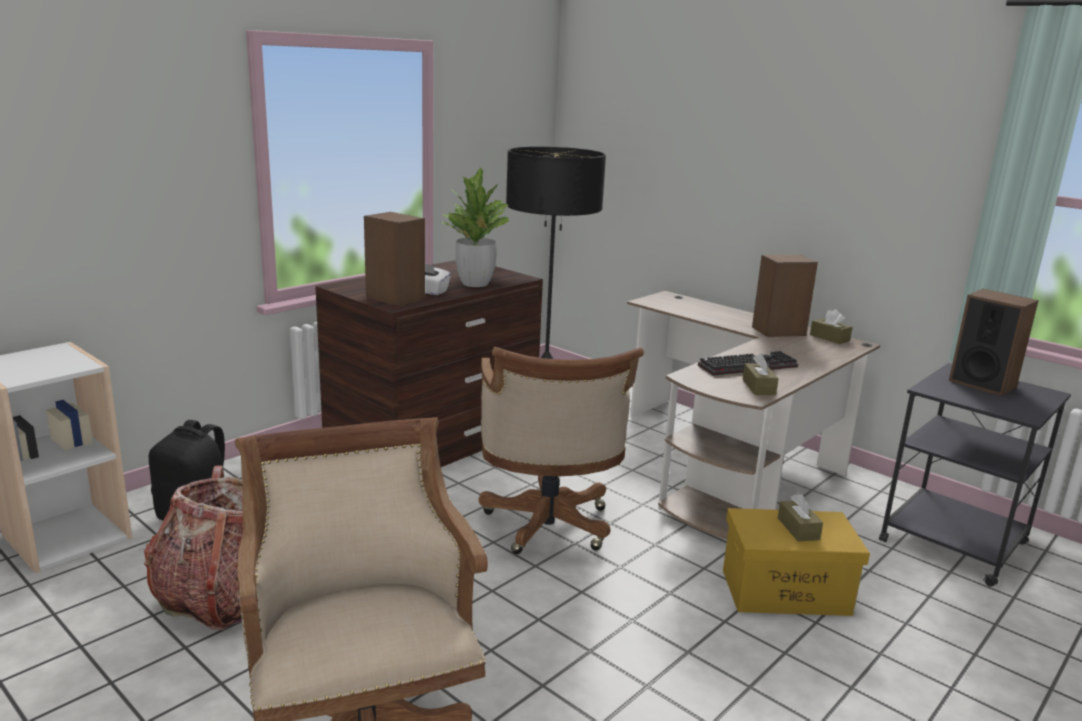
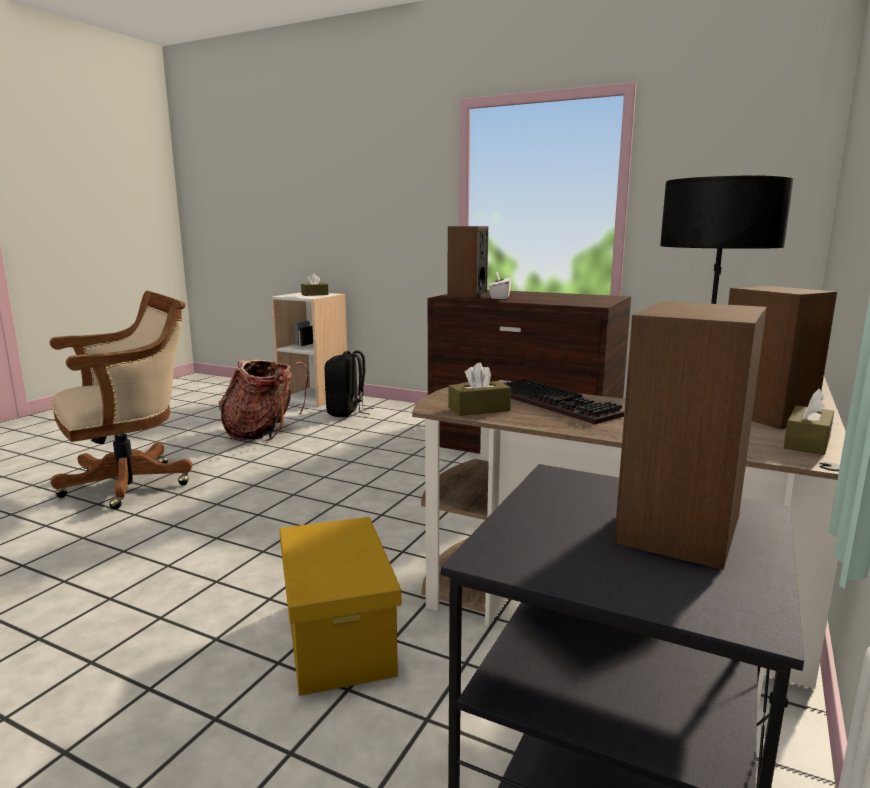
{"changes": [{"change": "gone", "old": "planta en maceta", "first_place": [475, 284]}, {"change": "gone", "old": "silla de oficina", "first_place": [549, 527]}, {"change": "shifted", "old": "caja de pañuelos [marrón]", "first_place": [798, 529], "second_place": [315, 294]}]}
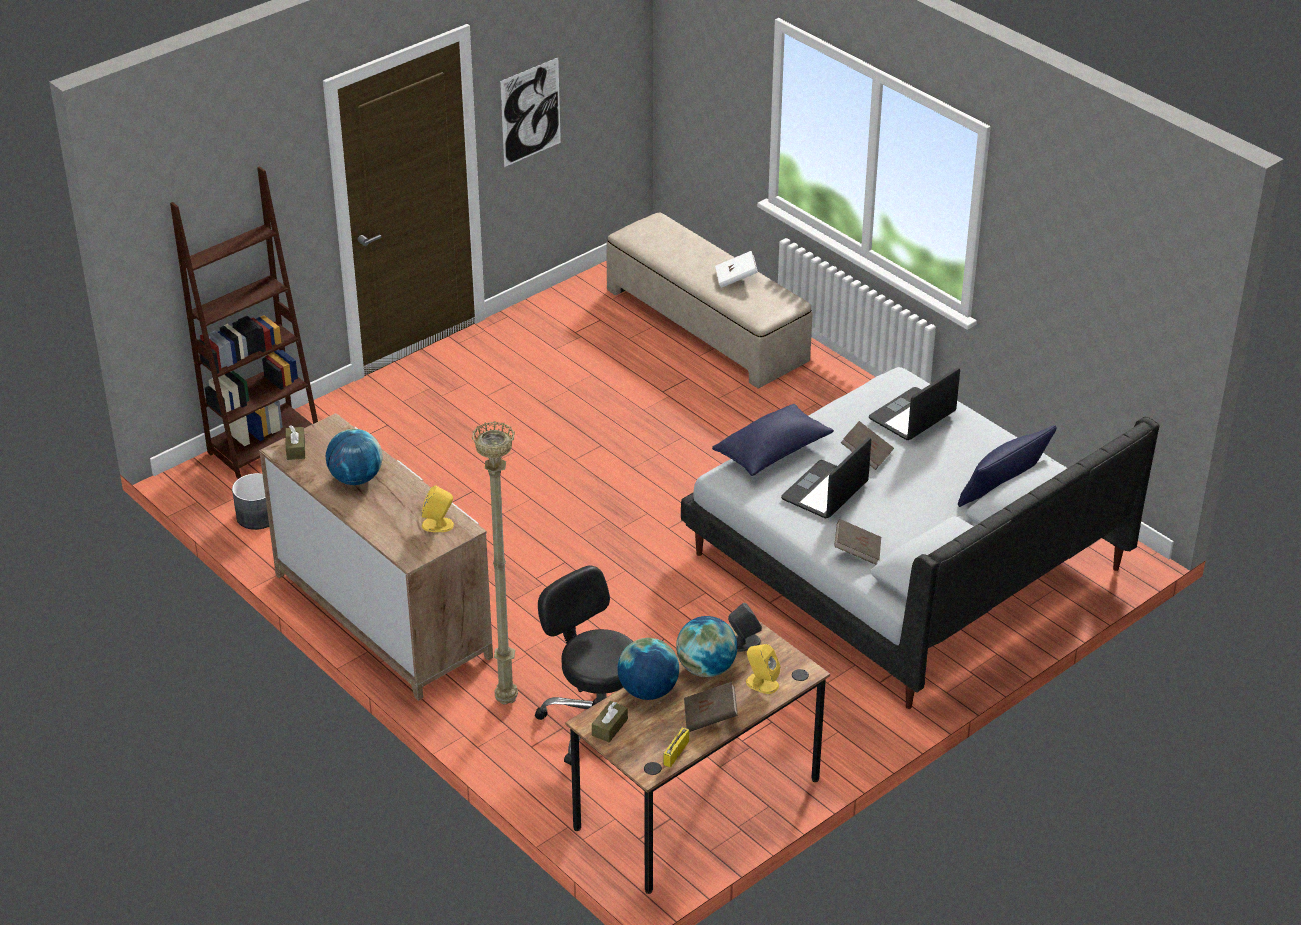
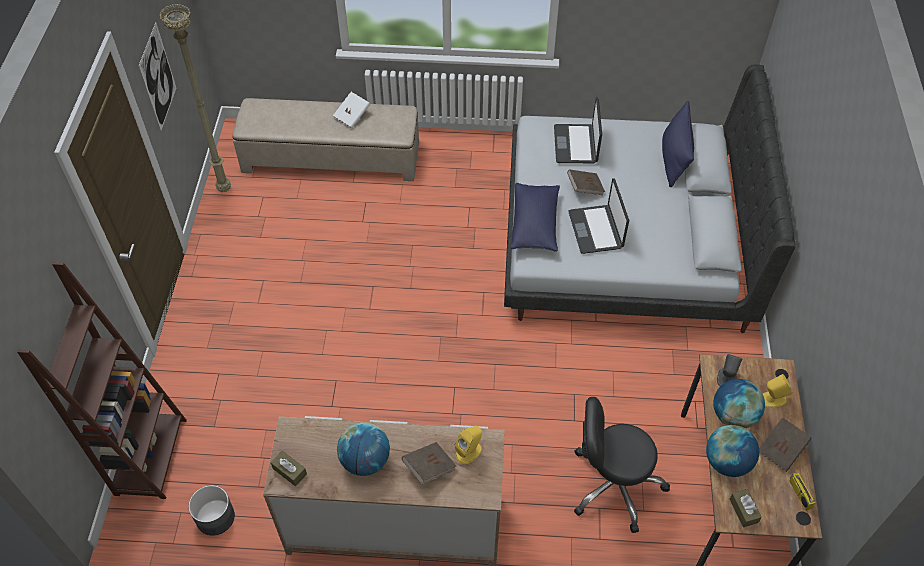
{"changes": [{"change": "shifted", "old": "lámpara de pie [beis]", "first_place": [508, 701], "second_place": [225, 189]}, {"change": "shifted", "old": "libro [marrón]", "first_place": [857, 551], "second_place": [429, 468]}]}
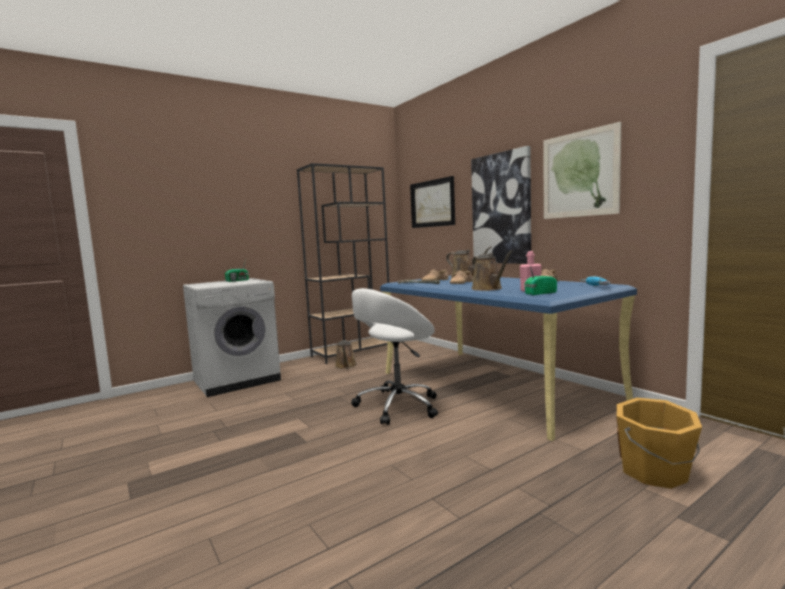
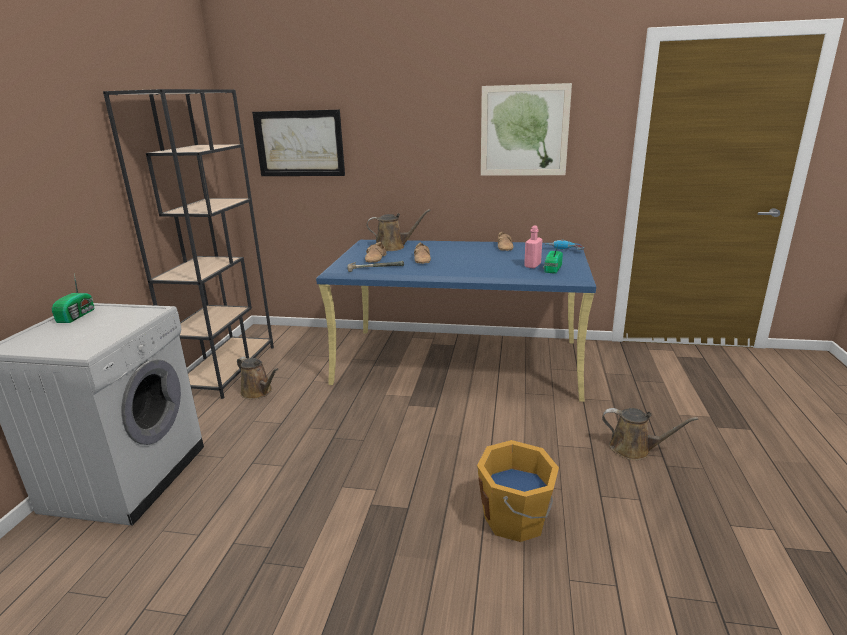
{"changes": [{"change": "gone", "old": "silla de oficina [blanco]", "first_place": [396, 407]}, {"change": "gone", "old": "cuadro", "first_place": [501, 208]}, {"change": "shifted", "old": "regadera [marrón]", "first_place": [488, 289], "second_place": [634, 449]}, {"change": "shifted", "old": "cubo [naranja]", "first_place": [655, 472], "second_place": [516, 519]}]}
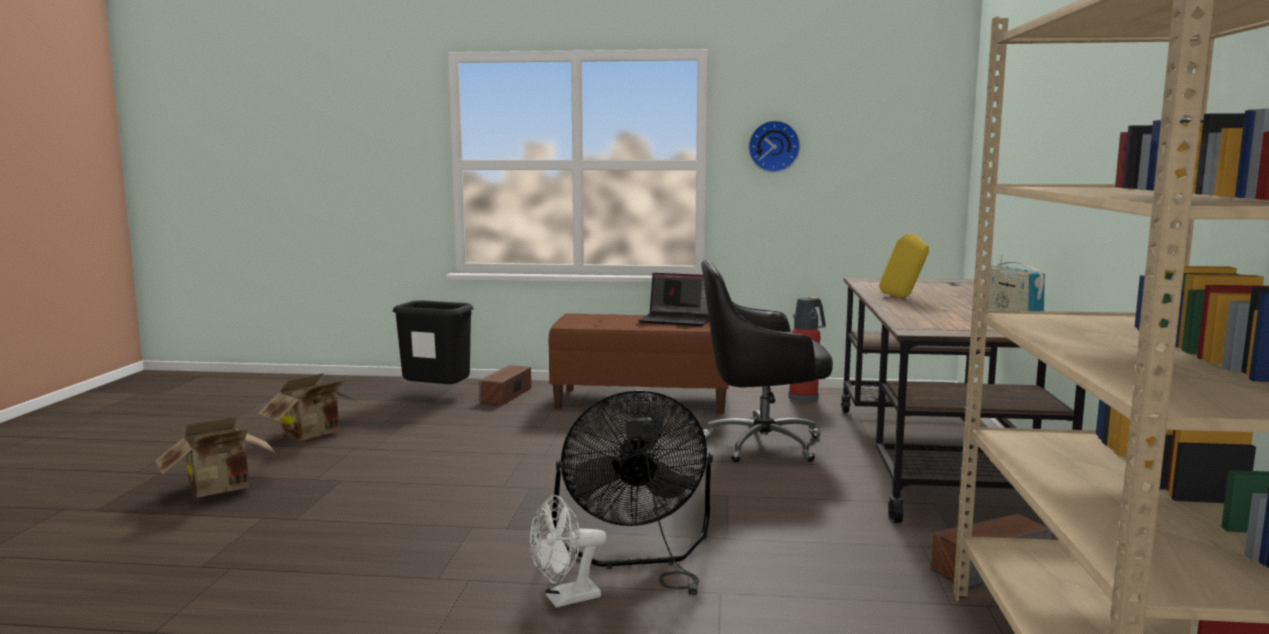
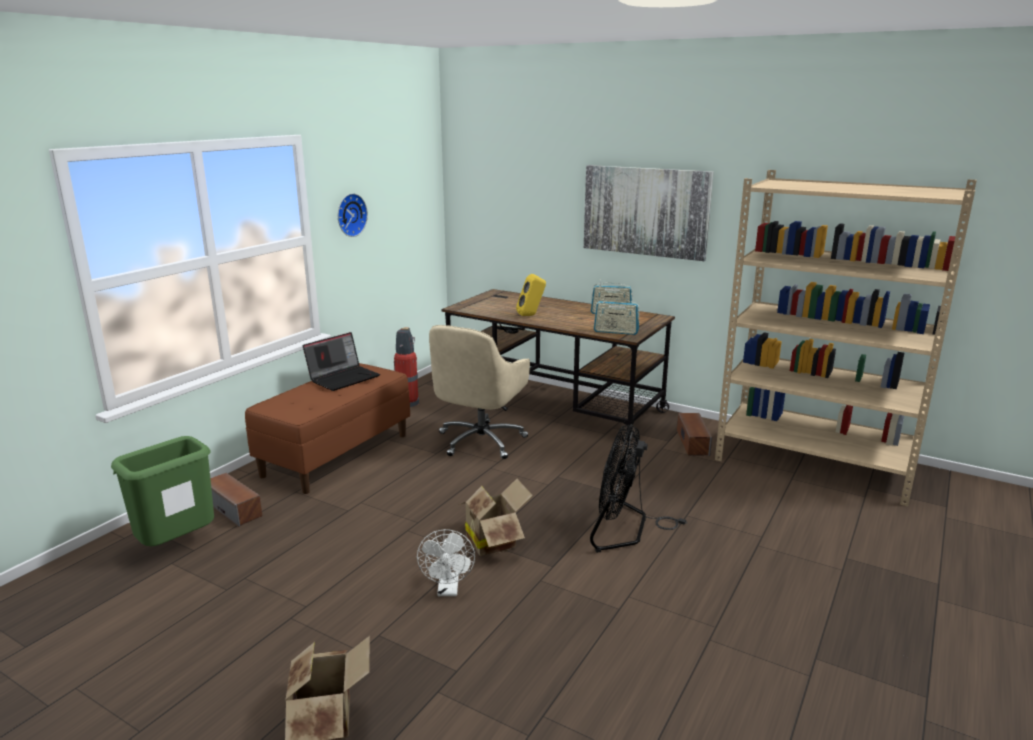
{"changes": [{"change": "shifted", "old": "caja de cartón", "first_place": [314, 434], "second_place": [494, 541]}, {"change": "repainted", "old": "papelera [negro]", "new": "papelera [verde]", "first_place": [437, 396], "second_place": [178, 545]}, {"change": "shifted", "old": "ventilador [blanco]", "first_place": [565, 599], "second_place": [448, 590]}, {"change": "repainted", "old": "silla de oficina [negro]", "new": "silla de oficina [beis]", "first_place": [762, 444], "second_place": [480, 441]}, {"change": "new", "new": "cuadro", "second_place": [645, 211]}, {"change": "new", "new": "radio", "second_place": [616, 332]}]}
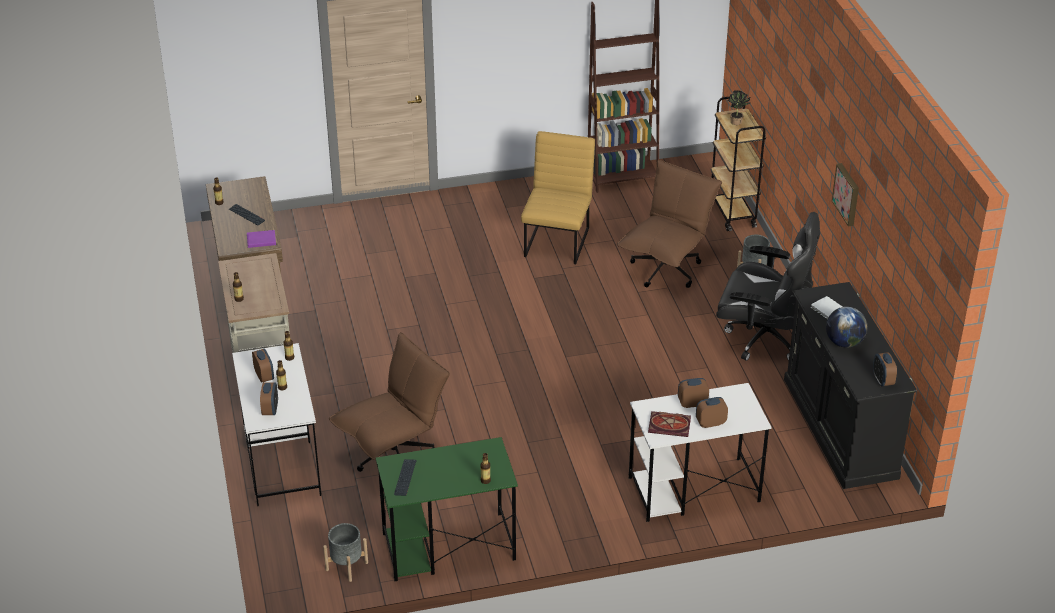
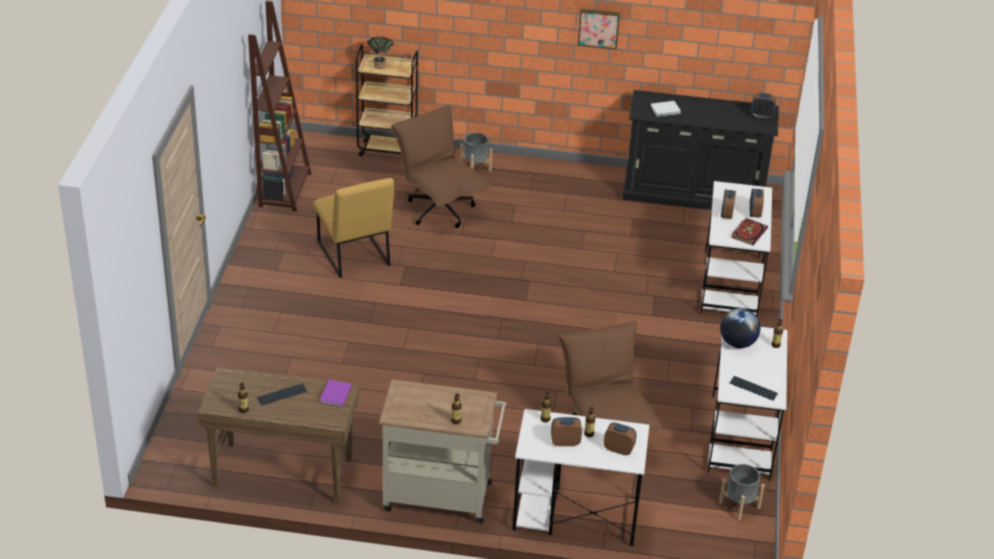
{"changes": [{"change": "repainted", "old": "escritorio [verde]", "new": "escritorio [blanco]", "first_place": [447, 547], "second_place": [740, 437]}, {"change": "rotated", "old": "silla [amarillo]", "first_place": [558, 241], "second_place": [354, 255], "degrees": -150}, {"change": "gone", "old": "silla de oficina [negro]", "first_place": [760, 338]}, {"change": "shifted", "old": "globo terráqueo", "first_place": [844, 342], "second_place": [737, 343]}]}
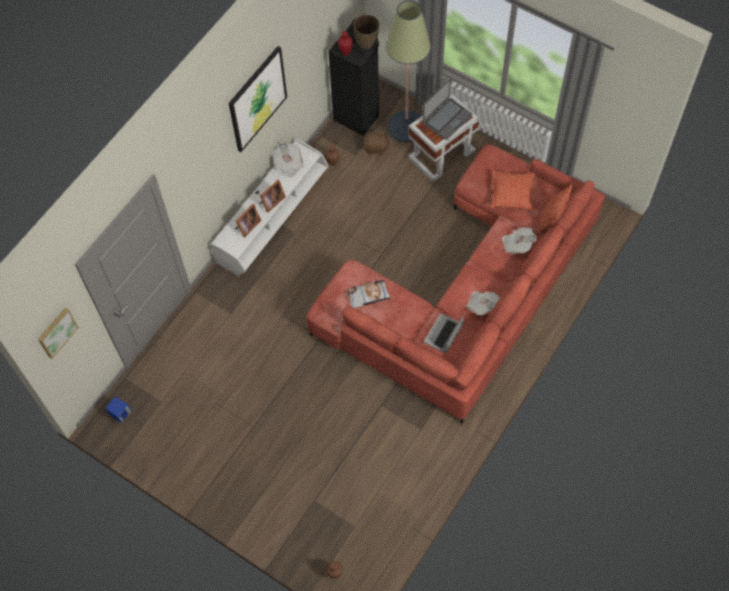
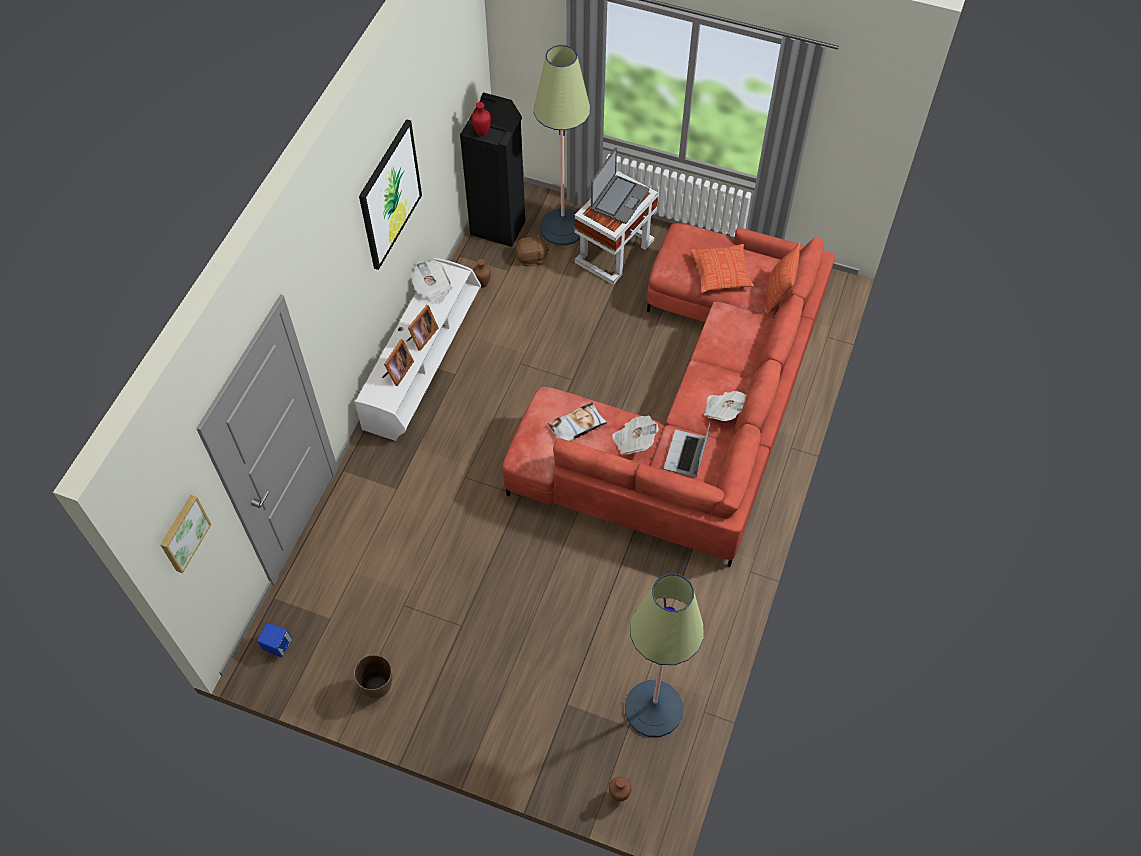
{"changes": [{"change": "shifted", "old": "florero [marrón]", "first_place": [366, 43], "second_place": [378, 687]}, {"change": "shifted", "old": "periódico", "first_place": [517, 244], "second_place": [634, 441]}, {"change": "new", "new": "lámpara de pie", "second_place": [653, 709]}]}
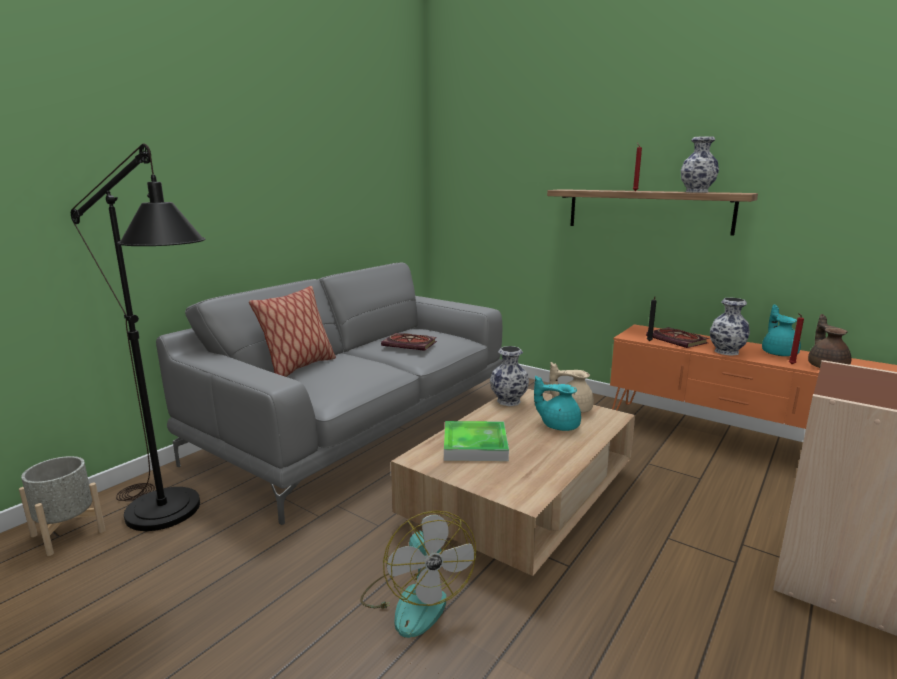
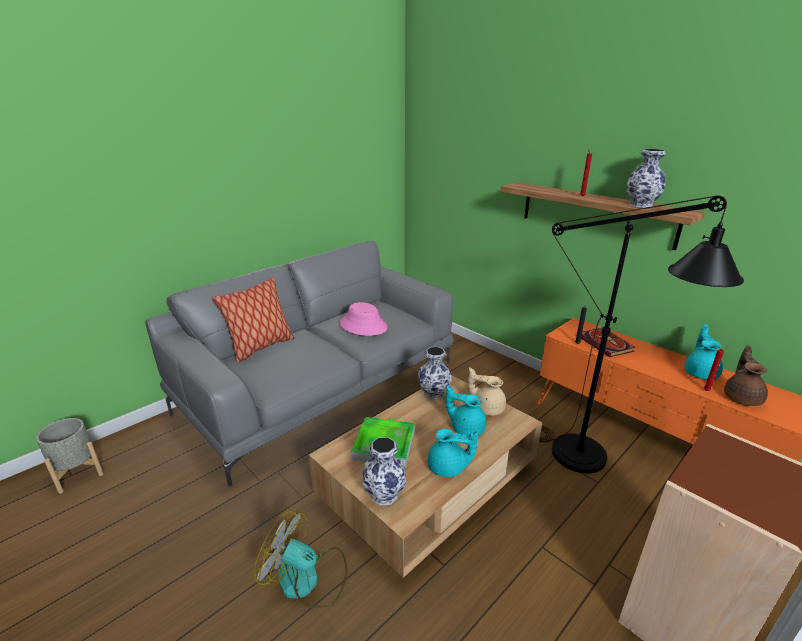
{"changes": [{"change": "shifted", "old": "lámpara de pie [negro]", "first_place": [174, 517], "second_place": [593, 462]}, {"change": "rotated", "old": "ventilador", "first_place": [415, 599], "second_place": [307, 579], "degrees": 120}, {"change": "swapped", "old": "libro", "new": "sombrero [rosa]", "first_place": [411, 344], "second_place": [363, 325]}, {"change": "shifted", "old": "florero", "first_place": [726, 351], "second_place": [385, 494]}, {"change": "new", "new": "tetera [turquesa]", "second_place": [448, 468]}]}
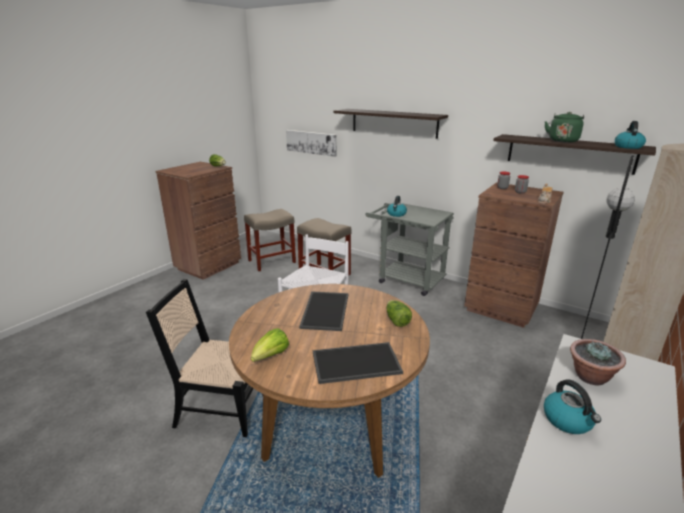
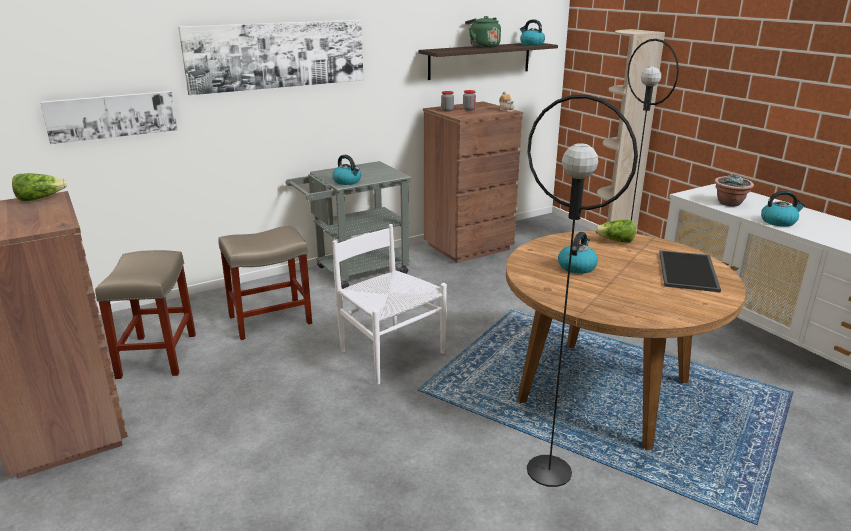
{"changes": [{"change": "swapped", "old": "silla", "new": "lámpara de pie [negro]", "first_place": [221, 410], "second_place": [548, 471]}, {"change": "gone", "old": "lechuga", "first_place": [271, 356]}, {"change": "swapped", "old": "bandeja", "new": "hervidor", "first_place": [324, 310], "second_place": [577, 267]}, {"change": "swapped", "old": "estante", "new": "cuadro", "first_place": [393, 123], "second_place": [277, 55]}]}
